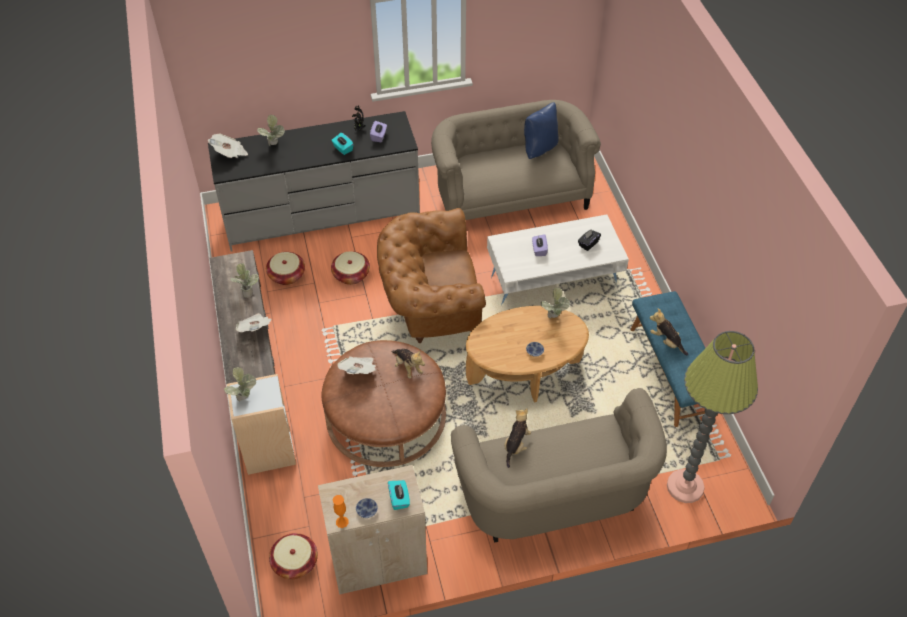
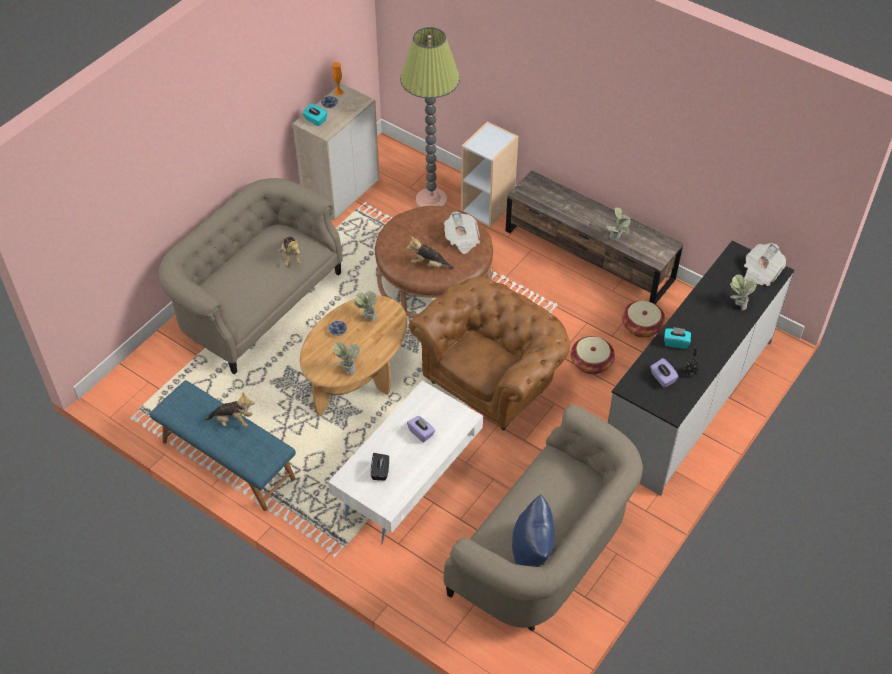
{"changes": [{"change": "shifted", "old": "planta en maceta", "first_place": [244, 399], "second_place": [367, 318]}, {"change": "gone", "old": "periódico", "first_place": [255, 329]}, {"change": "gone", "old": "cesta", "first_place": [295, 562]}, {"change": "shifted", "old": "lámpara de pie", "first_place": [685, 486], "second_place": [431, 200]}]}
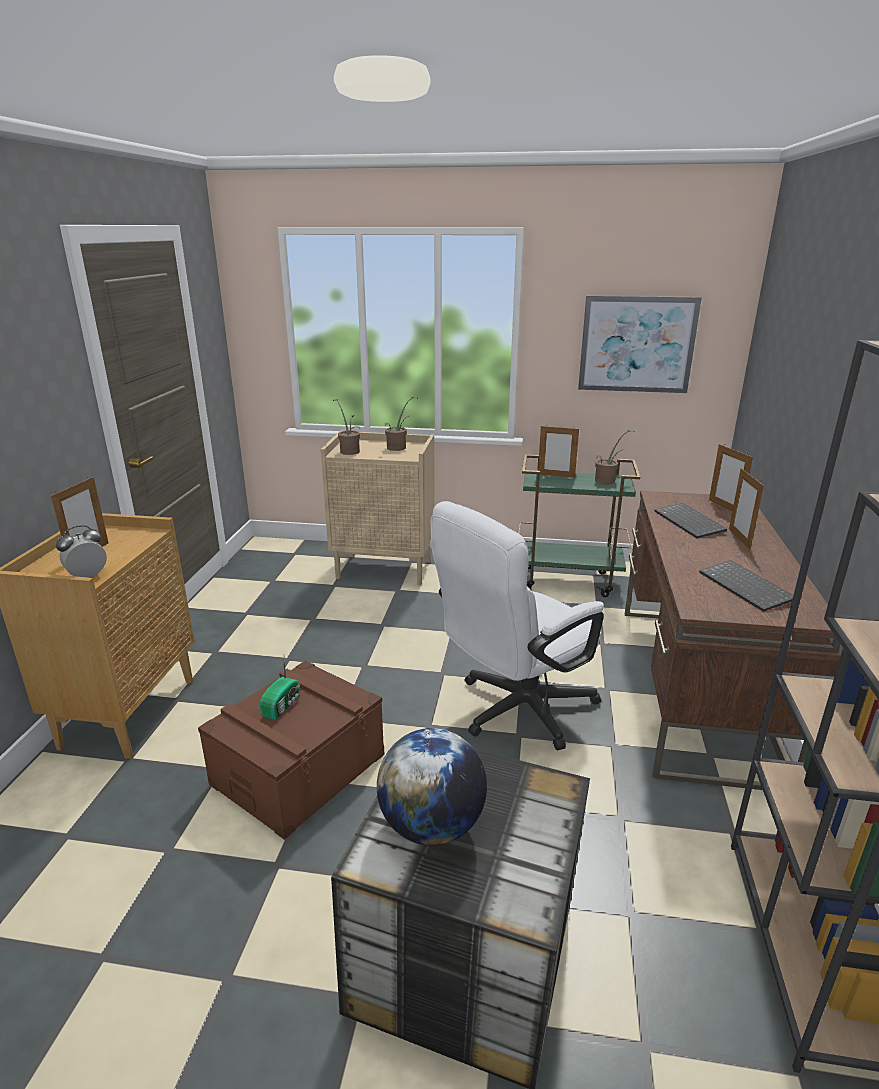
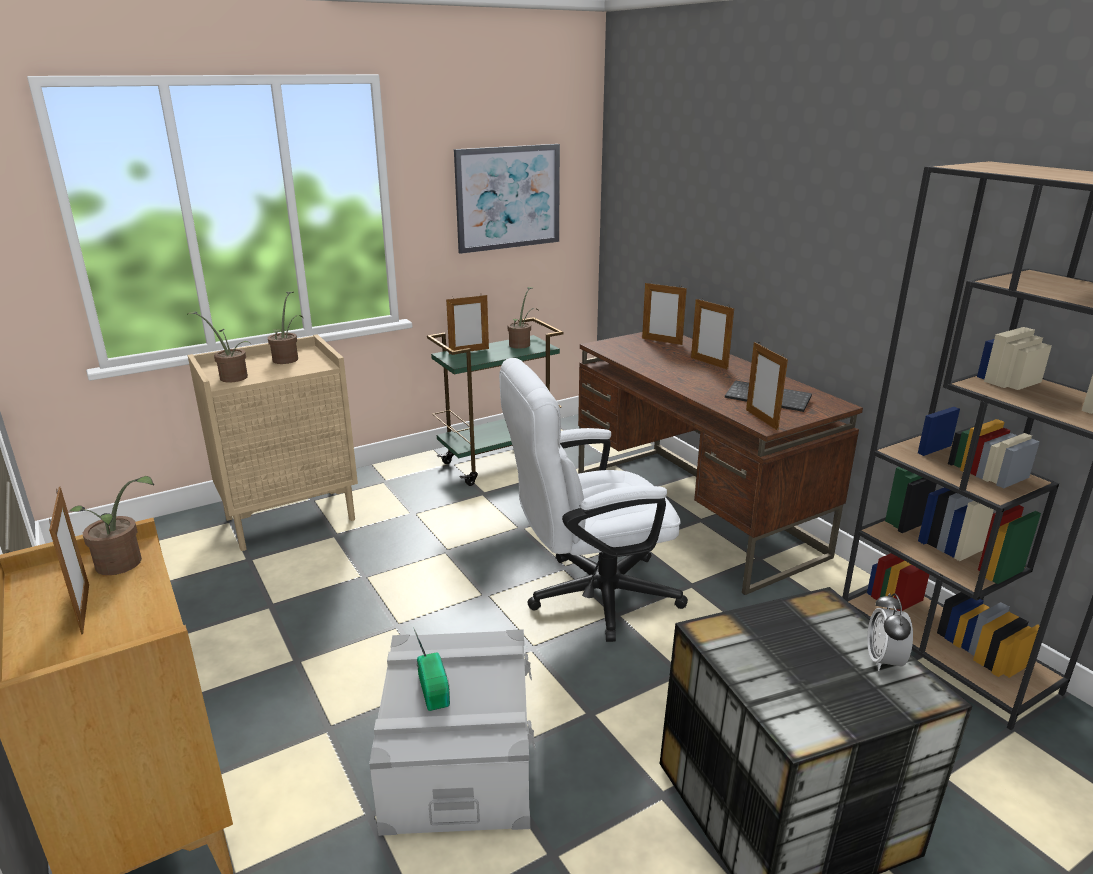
{"changes": [{"change": "shifted", "old": "despertador", "first_place": [87, 576], "second_place": [884, 661]}, {"change": "repainted", "old": "caja de almacenaje [marrón]", "new": "caja de almacenaje [gris]", "first_place": [299, 769], "second_place": [458, 758]}, {"change": "gone", "old": "globo terráqueo", "first_place": [432, 825]}, {"change": "rotated", "old": "silla de oficina [blanco]", "first_place": [515, 711], "second_place": [589, 596], "degrees": 60}, {"change": "gone", "old": "teclado", "first_place": [690, 522]}, {"change": "new", "new": "planta en maceta", "second_place": [123, 565]}, {"change": "new", "new": "portarretratos", "second_place": [761, 420]}]}
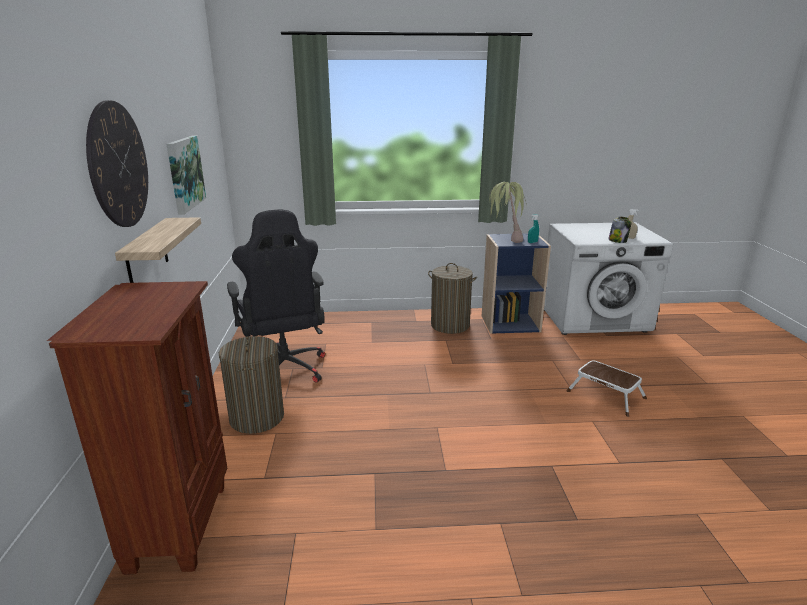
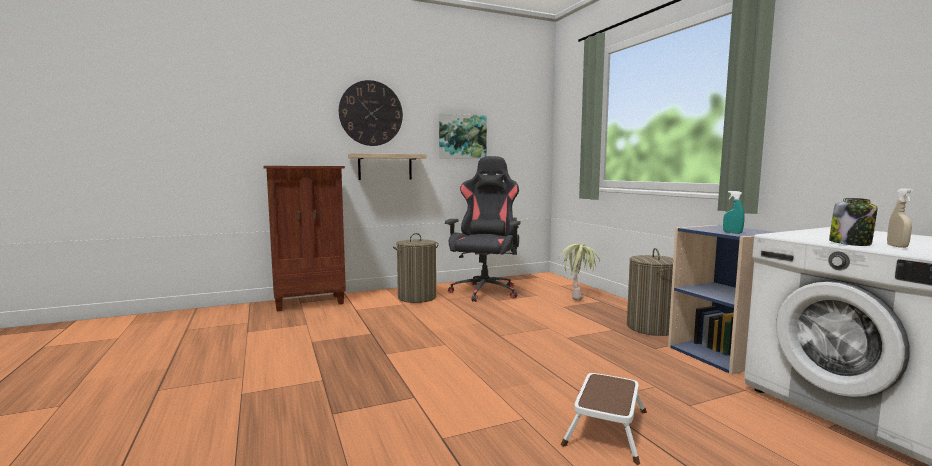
{"changes": [{"change": "rotated", "old": "silla de oficina [negro]", "first_place": [285, 369], "second_place": [484, 292], "degrees": 150}, {"change": "shifted", "old": "planta en maceta", "first_place": [504, 240], "second_place": [578, 297]}]}
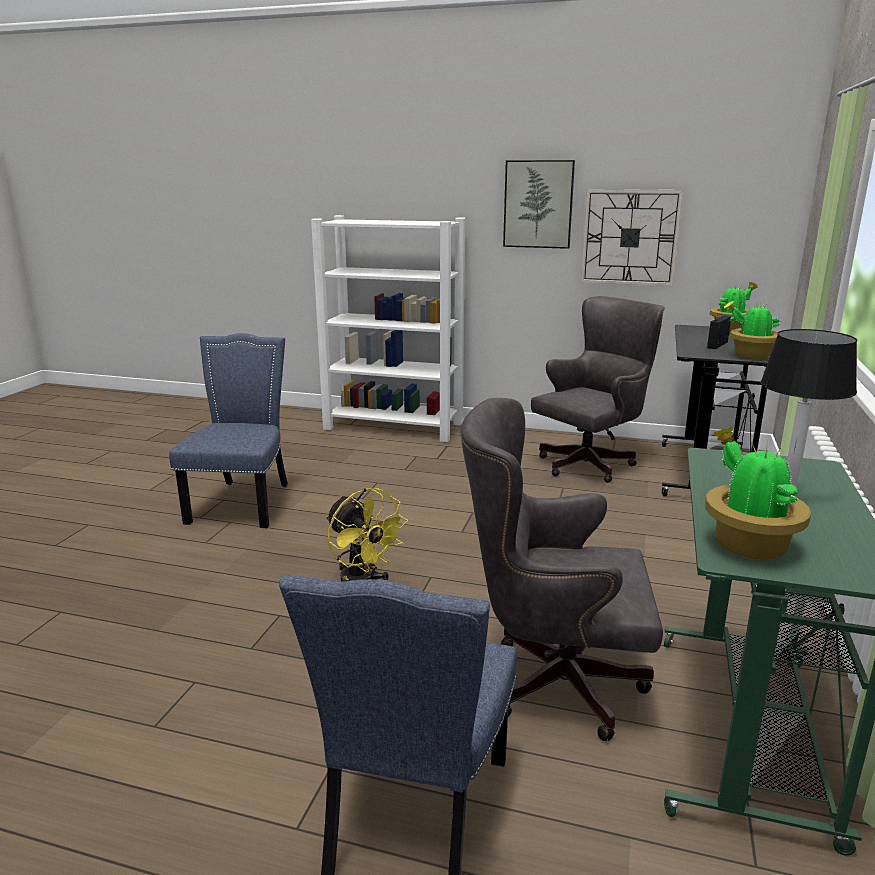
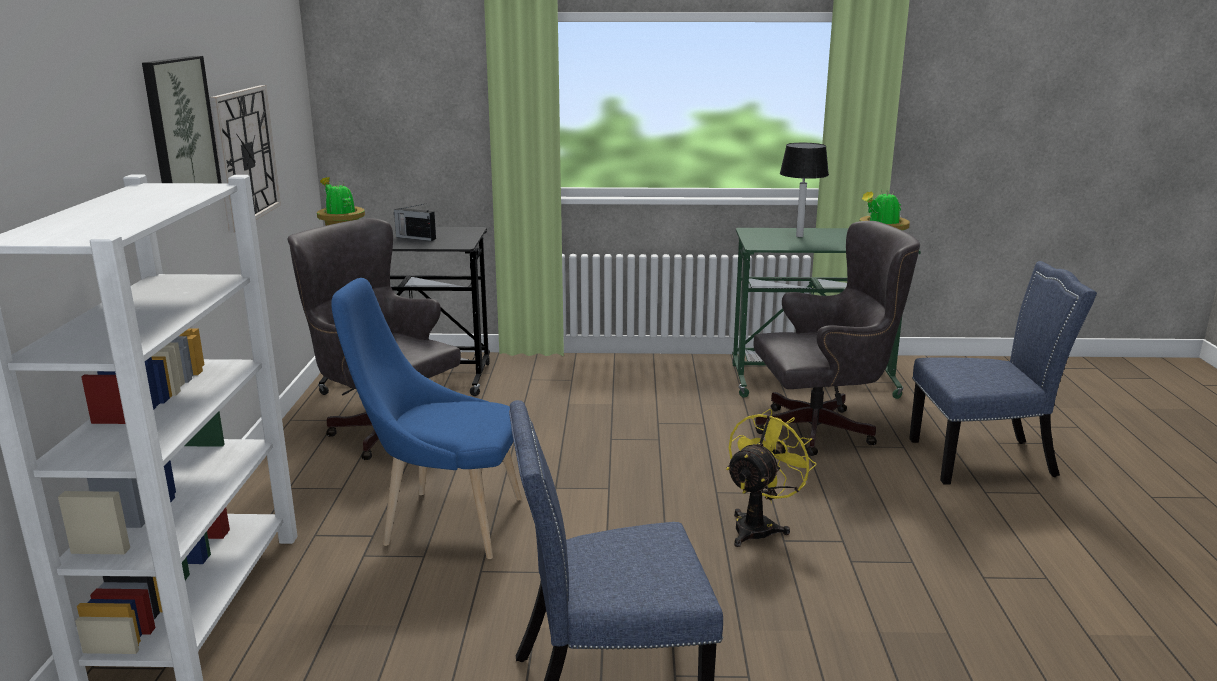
{"changes": [{"change": "rotated", "old": "silla de oficina [gris]", "first_place": [553, 683], "second_place": [822, 429], "degrees": -90}, {"change": "gone", "old": "planta en maceta", "first_place": [750, 356]}, {"change": "new", "new": "silla [azul]", "second_place": [444, 522]}]}
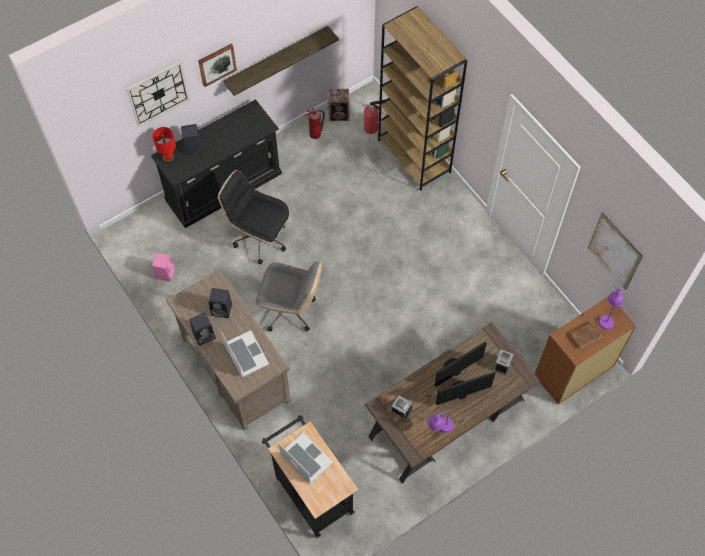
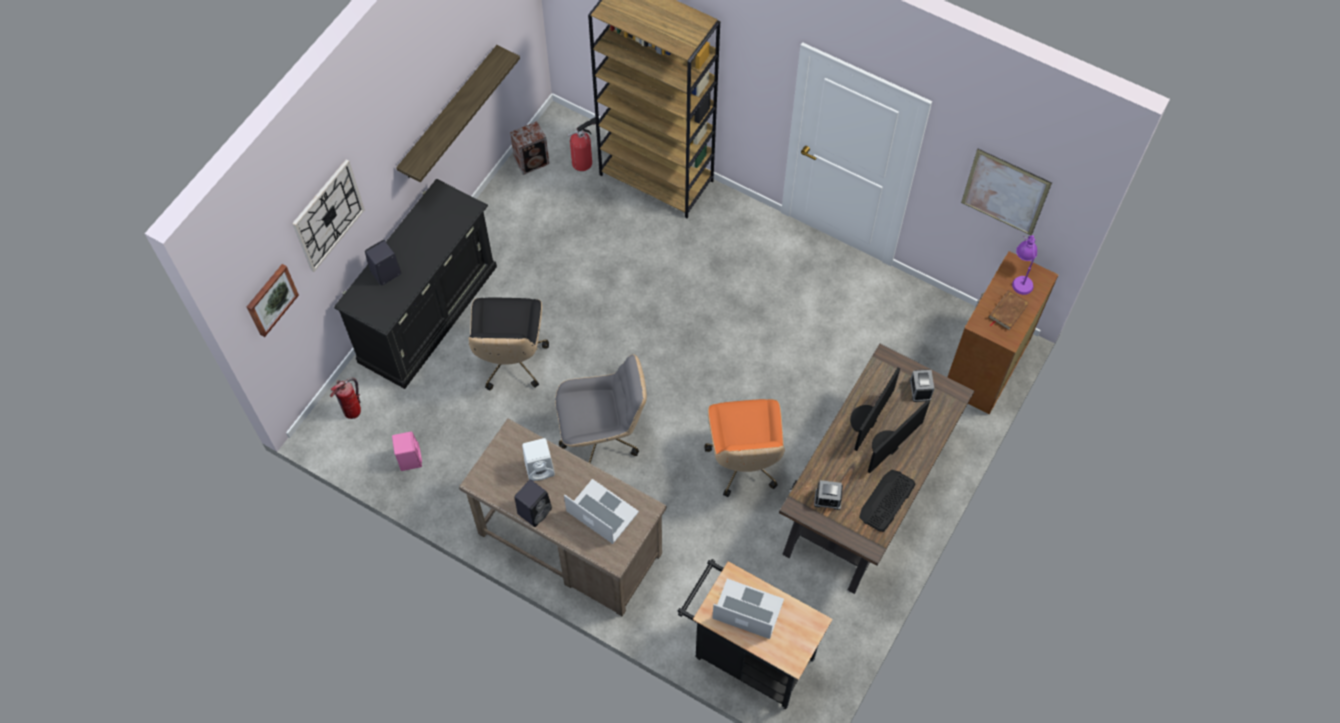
{"changes": [{"change": "gone", "old": "lámpara de mesa [rojo]", "first_place": [168, 157]}, {"change": "shifted", "old": "cuadro", "first_place": [216, 64], "second_place": [271, 299]}, {"change": "repainted", "old": "altavoz [negro]", "new": "altavoz [blanco]", "first_place": [222, 309], "second_place": [540, 468]}, {"change": "rotated", "old": "silla de oficina [negro]", "first_place": [259, 239], "second_place": [511, 363], "degrees": -90}, {"change": "shifted", "old": "extintor", "first_place": [315, 134], "second_place": [353, 411]}, {"change": "swapped", "old": "lámpara de mesa [morado]", "new": "teclado", "first_place": [440, 428], "second_place": [886, 501]}, {"change": "new", "new": "silla de oficina [naranja]", "second_place": [743, 465]}]}
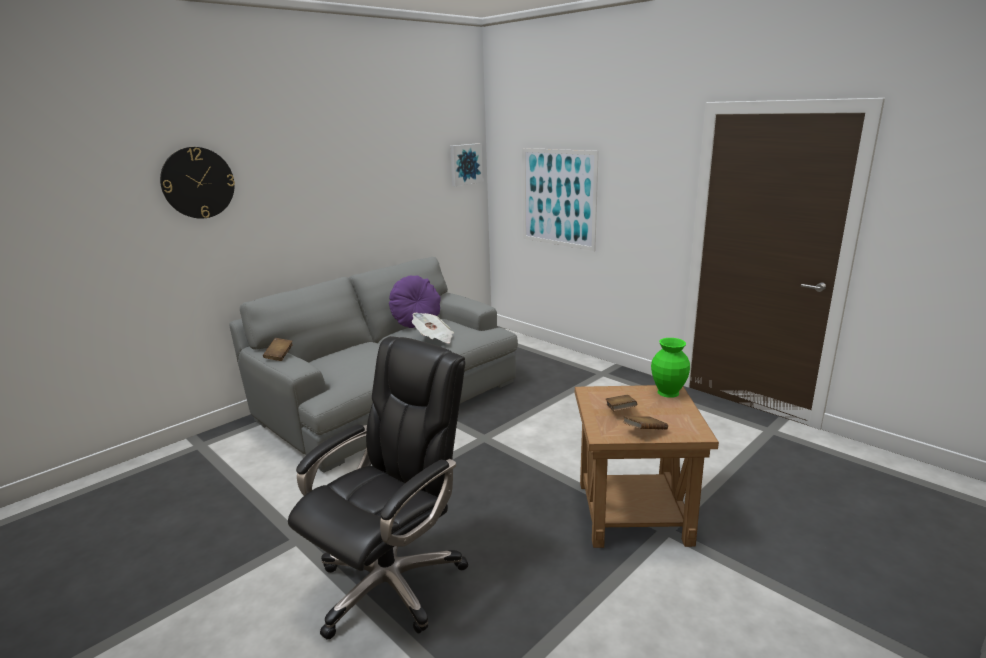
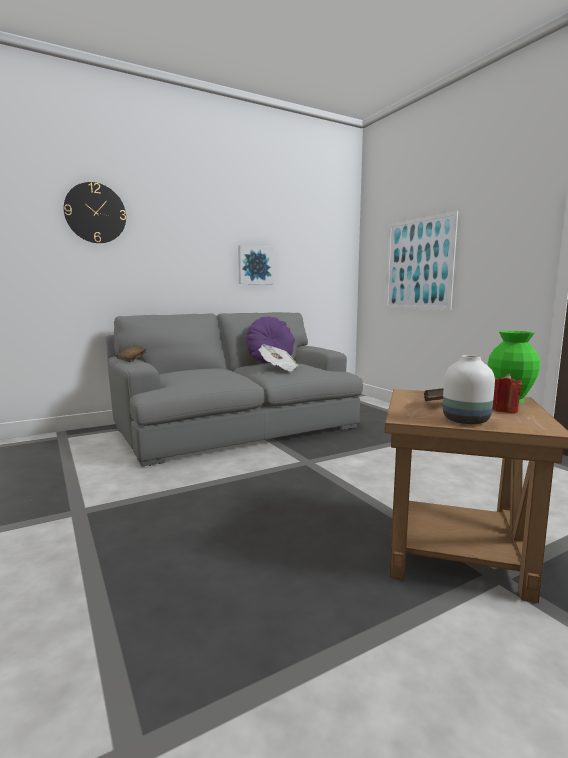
{"changes": [{"change": "gone", "old": "silla de oficina [negro]", "first_place": [391, 582]}, {"change": "shifted", "old": "cuadro", "first_place": [465, 164], "second_place": [255, 265]}, {"change": "swapped", "old": "libro [marrón]", "new": "florero [blanco]", "first_place": [644, 432], "second_place": [465, 421]}, {"change": "new", "new": "vela [rojo]", "second_place": [504, 410]}]}
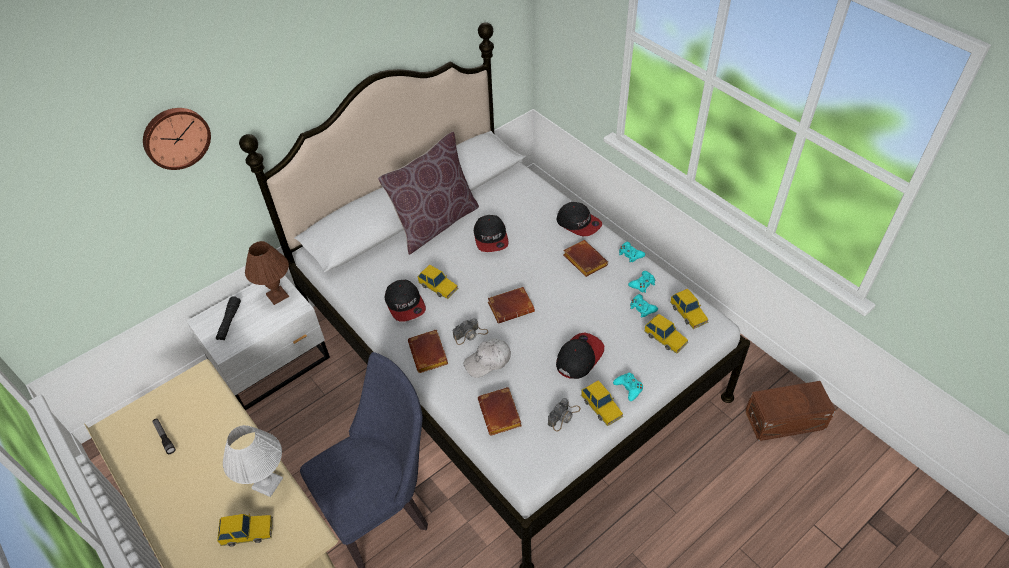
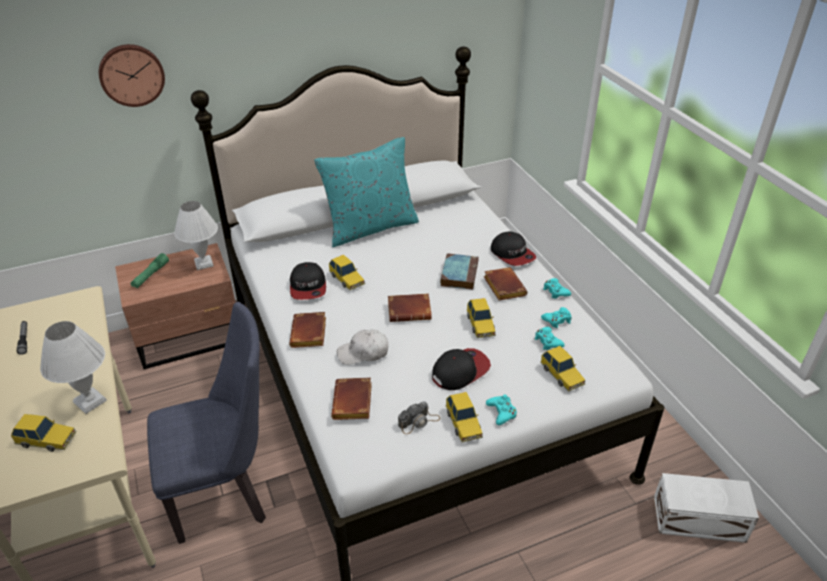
{"changes": [{"change": "repainted", "old": "mesita de noche [blanco]", "new": "mesita de noche [marrón]", "first_place": [274, 364], "second_place": [191, 336]}, {"change": "repainted", "old": "linterna [negro]", "new": "linterna [verde]", "first_place": [229, 322], "second_place": [150, 275]}, {"change": "repainted", "old": "lámpara de mesa [marrón]", "new": "lámpara de mesa [blanco]", "first_place": [277, 295], "second_place": [203, 263]}, {"change": "repainted", "old": "cojín [marrón]", "new": "cojín [turquesa]", "first_place": [435, 223], "second_place": [370, 227]}, {"change": "gone", "old": "cámara", "first_place": [470, 334]}, {"change": "gone", "old": "gorra", "first_place": [491, 238]}, {"change": "shifted", "old": "coche de juguete", "first_place": [688, 313], "second_place": [481, 324]}, {"change": "repainted", "old": "caja de almacenaje [marrón]", "new": "caja de almacenaje [blanco]", "first_place": [786, 420], "second_place": [700, 521]}, {"change": "new", "new": "libro", "second_place": [459, 274]}]}
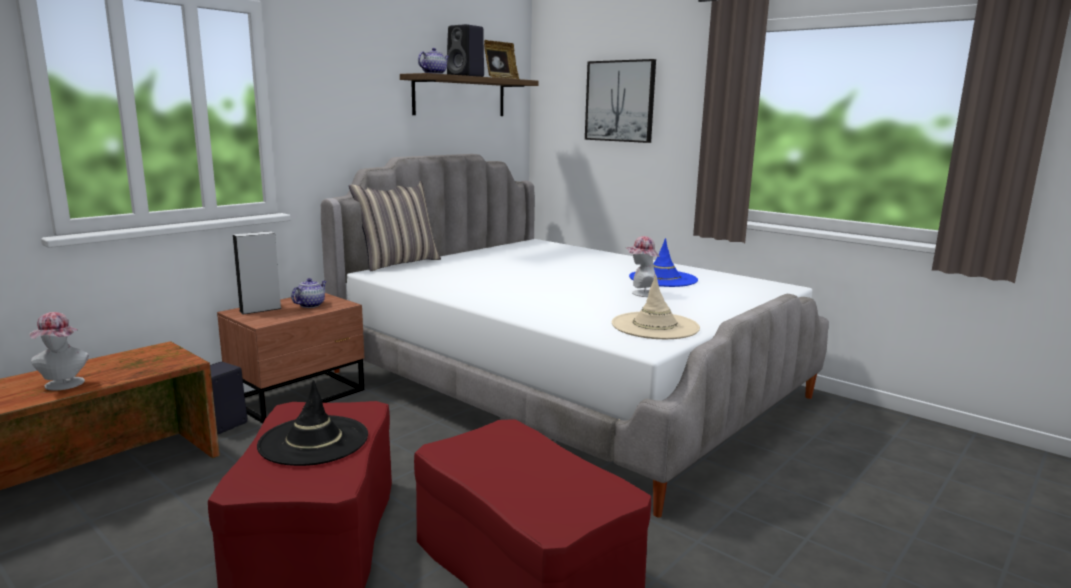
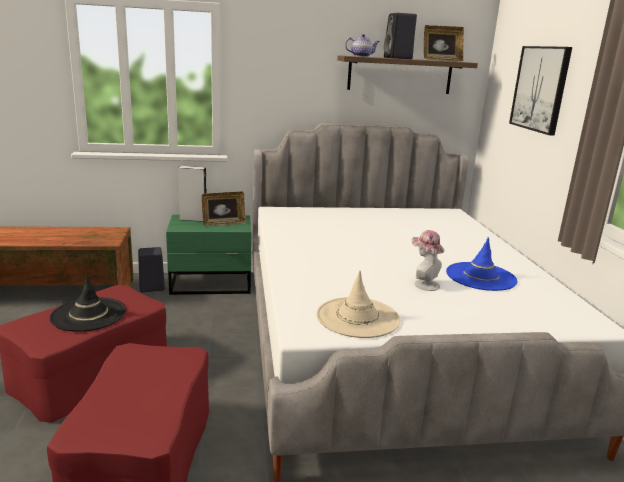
{"changes": [{"change": "gone", "old": "sombrero", "first_place": [63, 385]}, {"change": "repainted", "old": "mesita de noche [marrón]", "new": "mesita de noche [verde]", "first_place": [300, 396], "second_place": [212, 284]}, {"change": "swapped", "old": "tetera", "new": "portarretratos", "first_place": [310, 305], "second_place": [223, 224]}, {"change": "gone", "old": "cojín", "first_place": [398, 263]}]}
